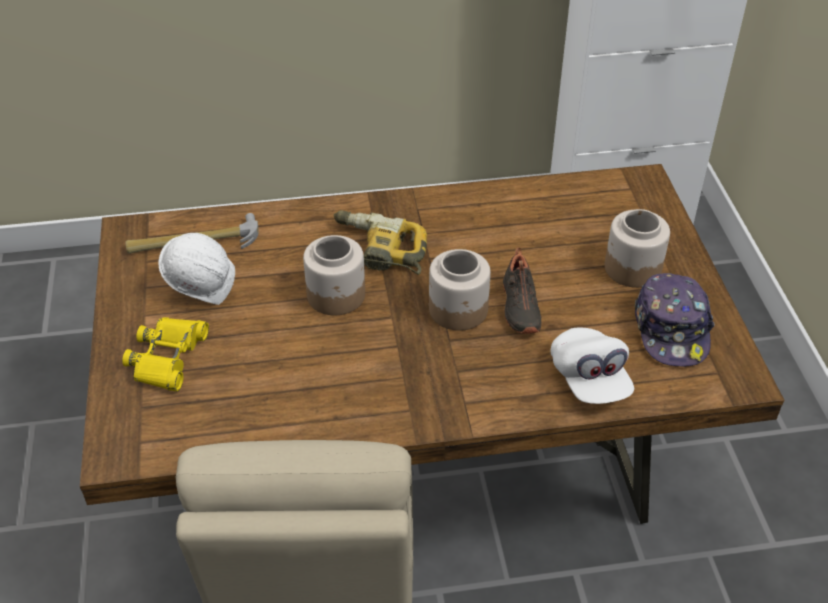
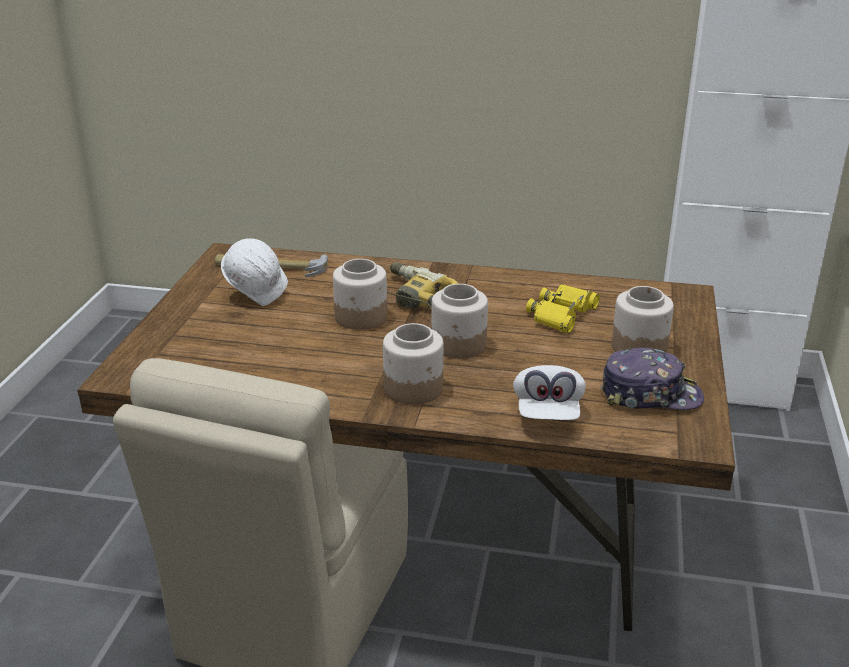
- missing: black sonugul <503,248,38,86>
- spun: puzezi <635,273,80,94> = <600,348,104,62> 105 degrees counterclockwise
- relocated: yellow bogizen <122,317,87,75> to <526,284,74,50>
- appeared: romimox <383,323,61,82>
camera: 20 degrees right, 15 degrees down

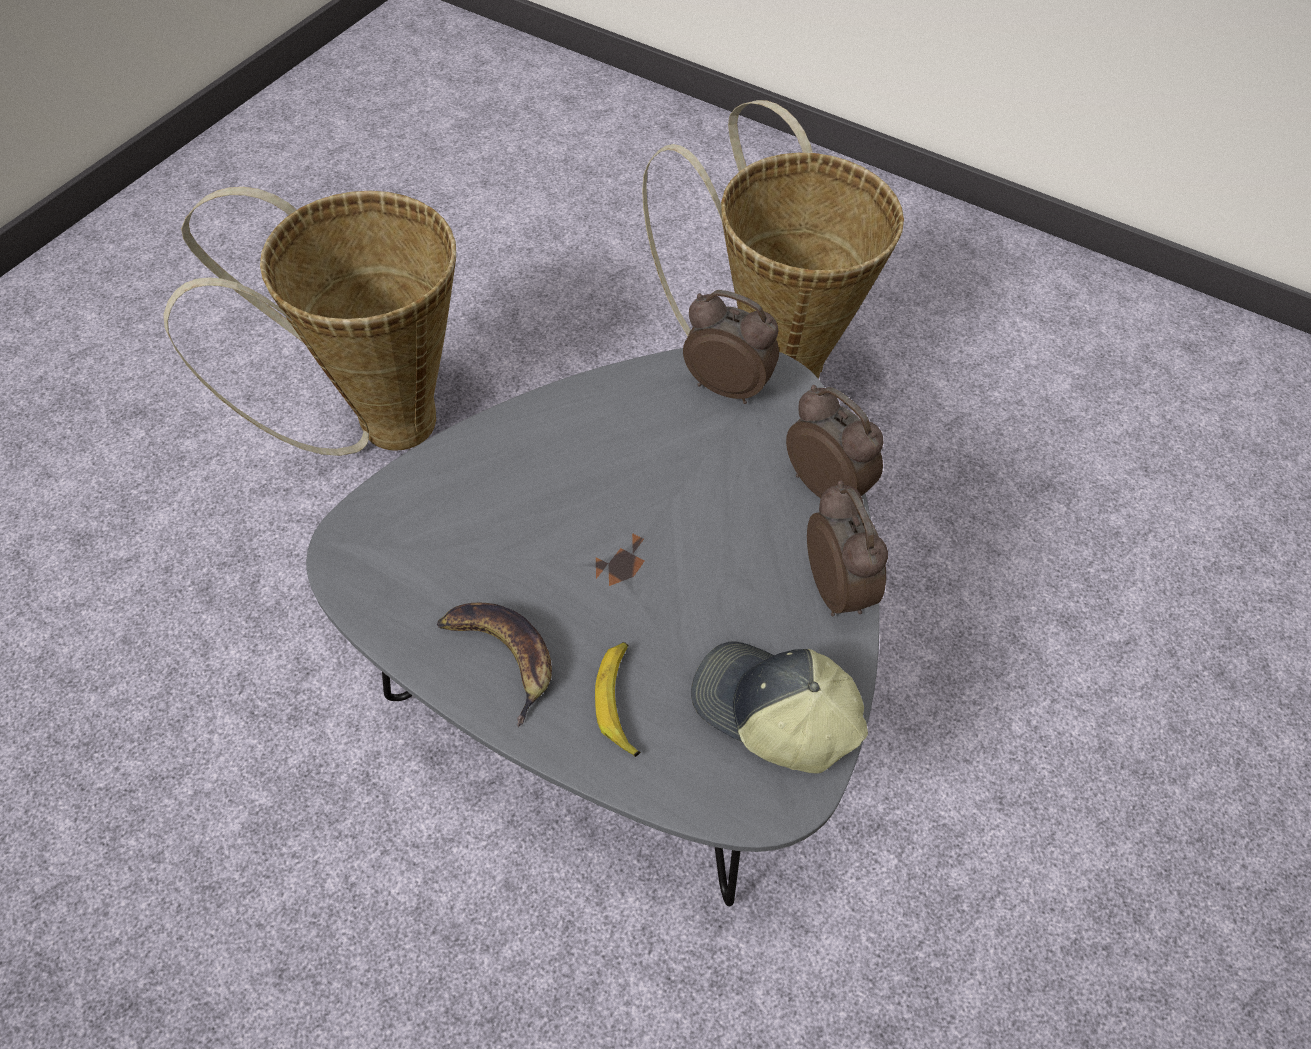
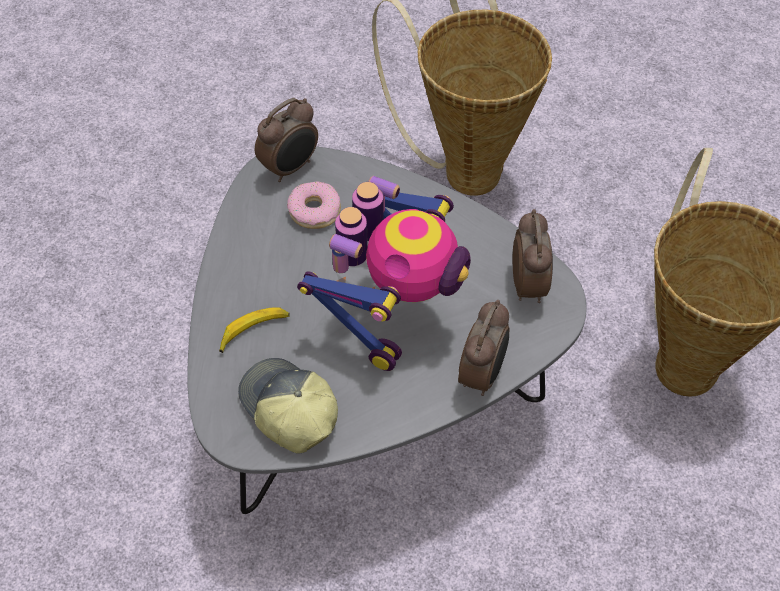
- relocated: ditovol <807,481,81,135> to <255,98,63,84>
- missing: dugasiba <437,603,115,124>
- spun: puzezi <691,642,177,131> = <238,358,100,96> 45 degrees counterclockwise
- appeared: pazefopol <297,176,174,195>
- appeared: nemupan <287,182,54,47>
camera: 65 degrees right, 0 degrees up

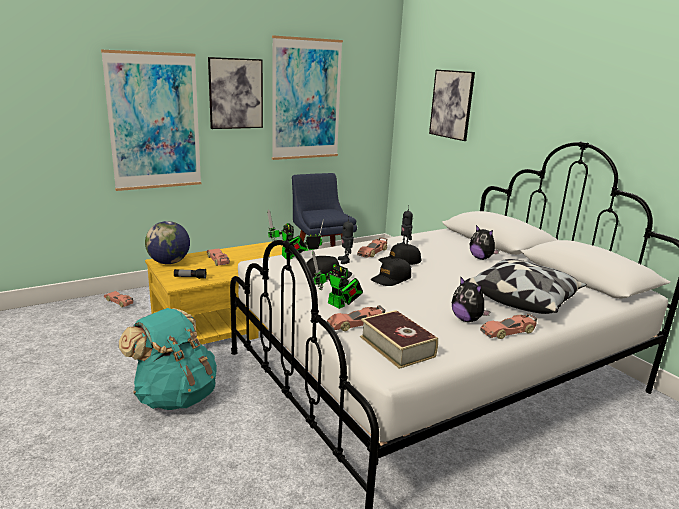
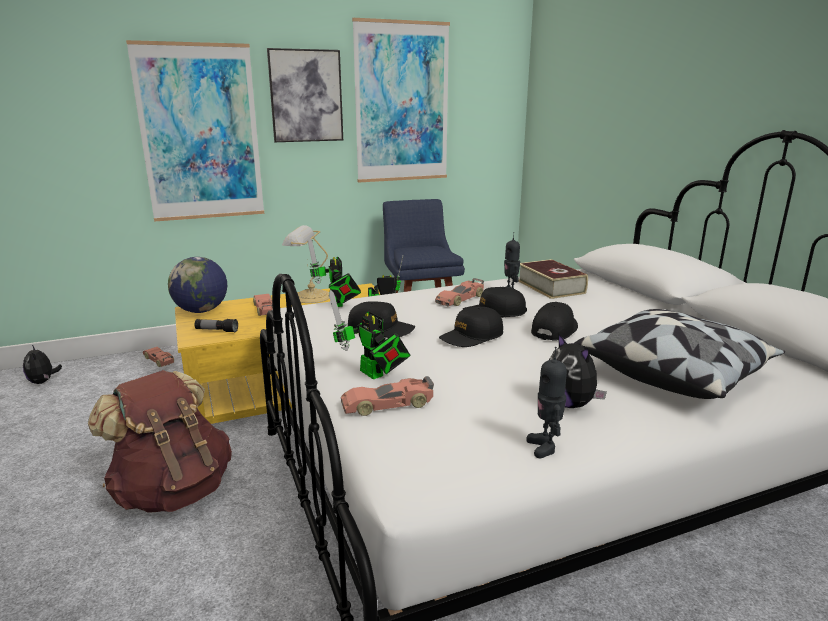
- missing: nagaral <429,70,46,71>
- relocated: pazefopol <338,217,16,47> to <526,347,41,111>
- relocated: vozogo <470,225,30,35> to <23,345,39,39>
- colour: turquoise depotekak <119,308,98,102> to brown depotekak <88,370,144,143>
- relocated: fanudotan <360,310,78,59> to <518,259,70,40>
- missing: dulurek <480,313,58,26>
- appeared: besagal <282,225,48,78>
- appeared: black puzezi <531,302,47,39>
camera: 10 degrees right, 0 degrees up

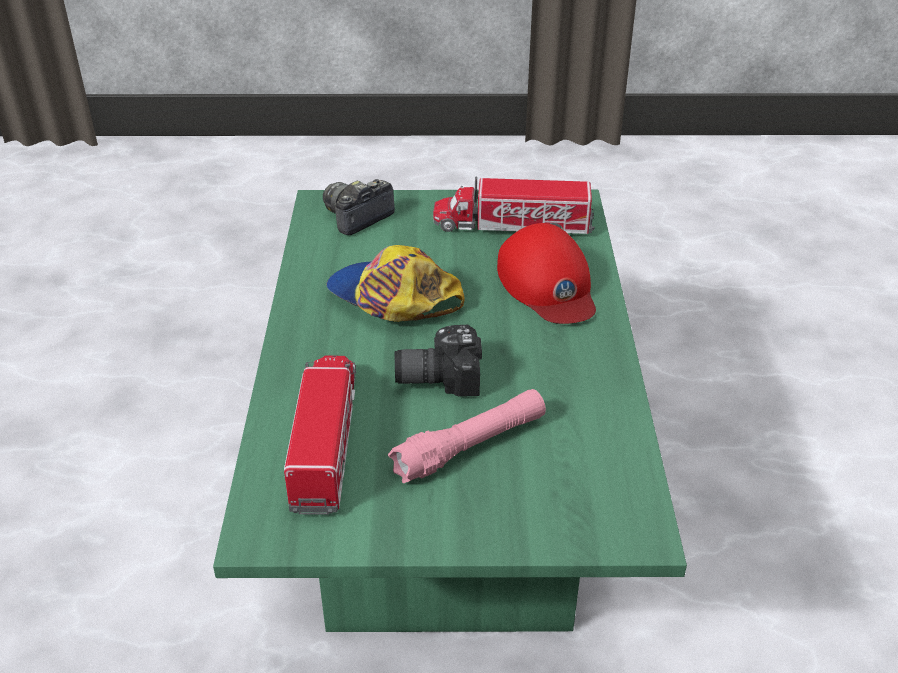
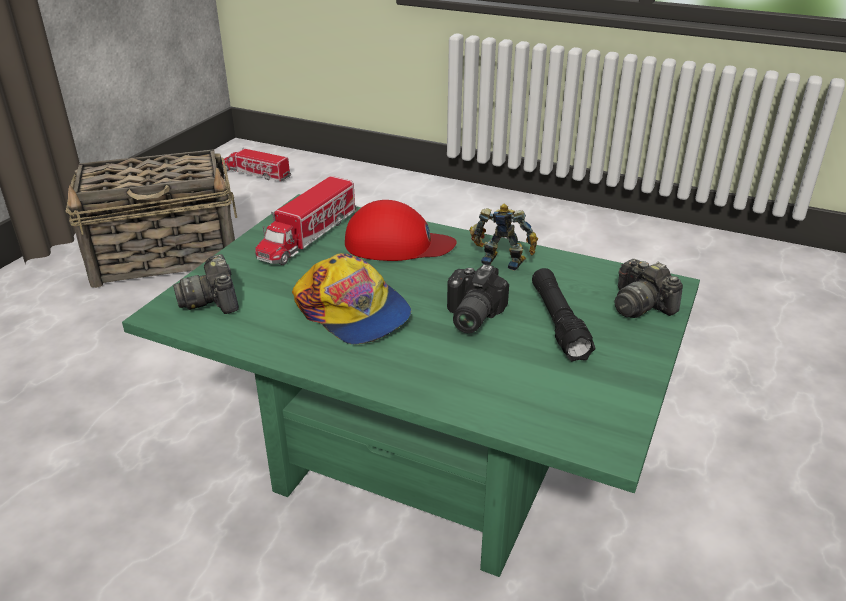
- spun: puzezi <326,245,139,77> = <292,253,119,91> 105 degrees counterclockwise
- relocated: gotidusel <284,356,72,159> to <222,148,69,33>
- colour: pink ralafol <388,389,158,94> to black ralafol <532,268,63,94>
- appeared: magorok <65,149,172,139>
- appeared: pazefopol <469,203,69,68>
- appeared: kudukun <615,259,68,59>
camera: 65 degrees left, 5 degrees down

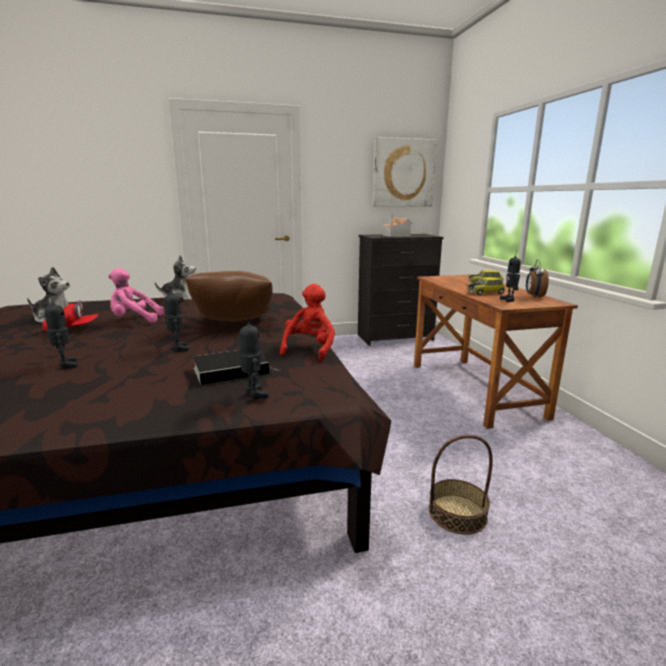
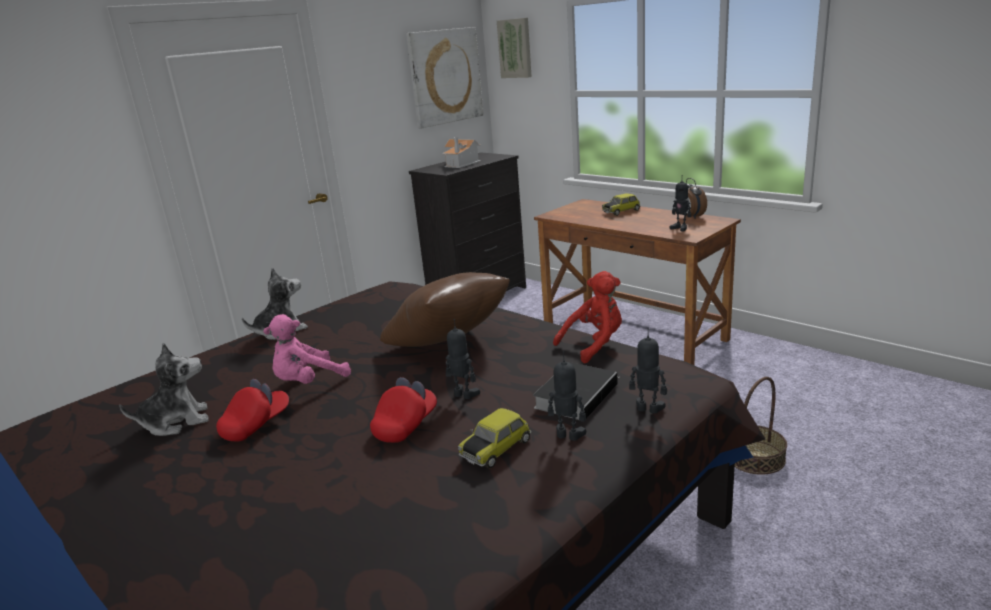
- relocated: dulurek <467,277,39,19> to <458,408,73,60>
- spun: red vozogo <280,284,55,77> = <553,271,69,93> 75 degrees clockwise
- relocated: pazefopol <44,295,34,74> to <548,351,38,90>
- appeared: nagaral <497,18,35,60>
- appeared: red puzezi <370,377,67,66>
camera: 30 degrees left, 5 degrees up

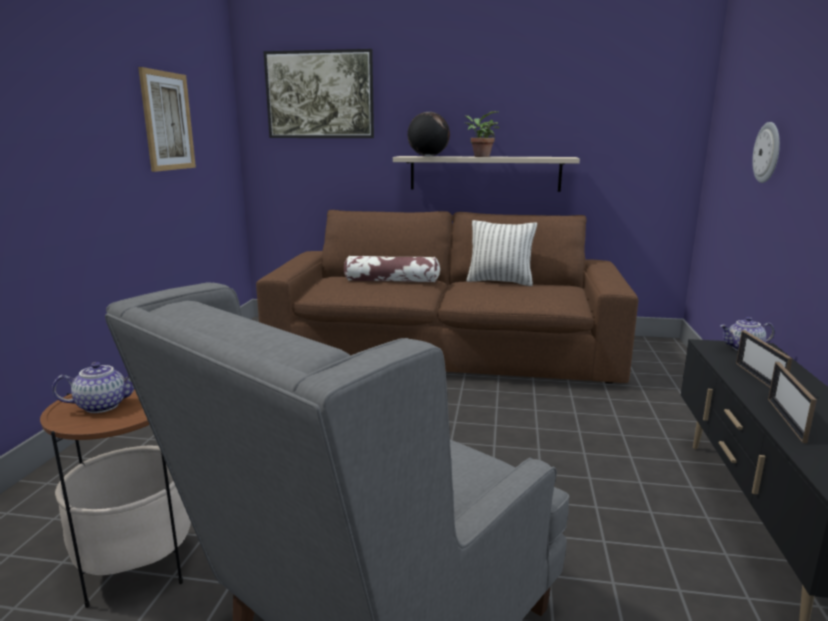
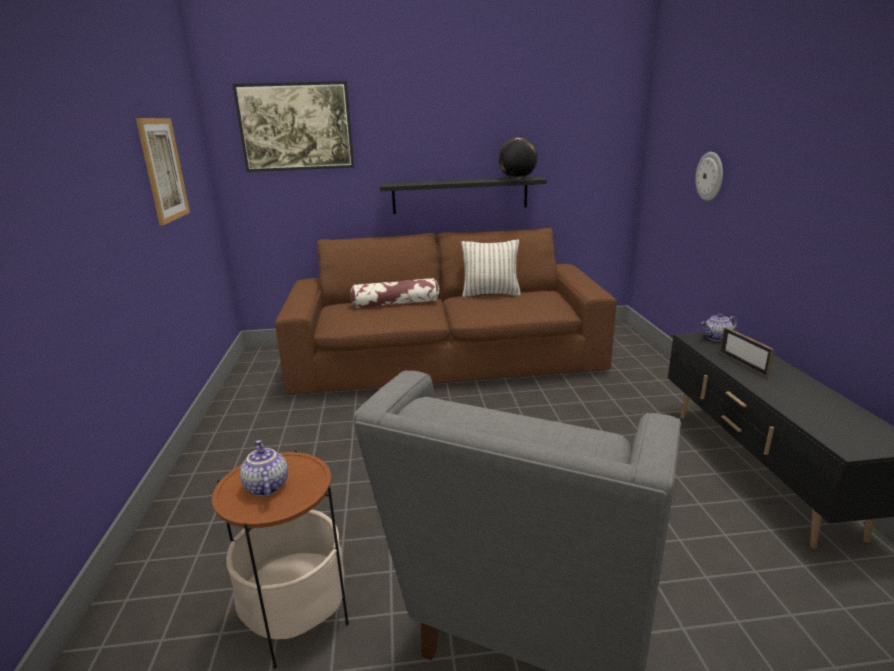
- missing: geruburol <465,111,35,46>
- relocated: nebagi <408,112,42,45> to <498,138,40,41>
- colour: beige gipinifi <393,156,187,36> to black gipinifi <380,176,167,38>
- spun: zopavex <52,362,82,51> = <240,440,48,57> 75 degrees counterclockwise
- missing: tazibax <768,362,49,81>
camera: 15 degrees left, 5 degrees up

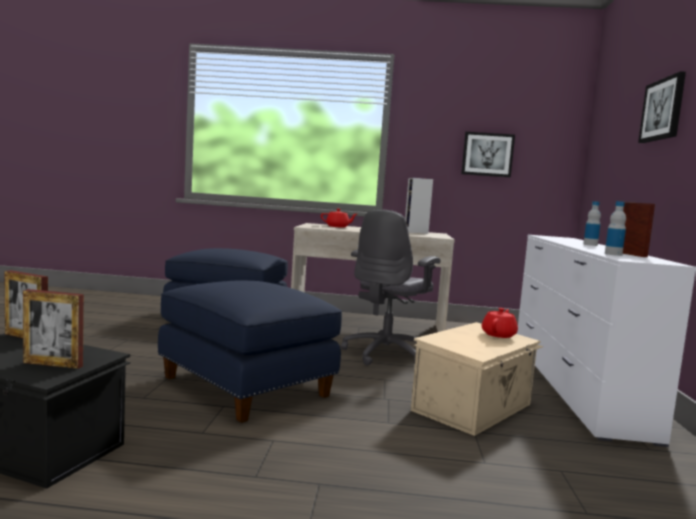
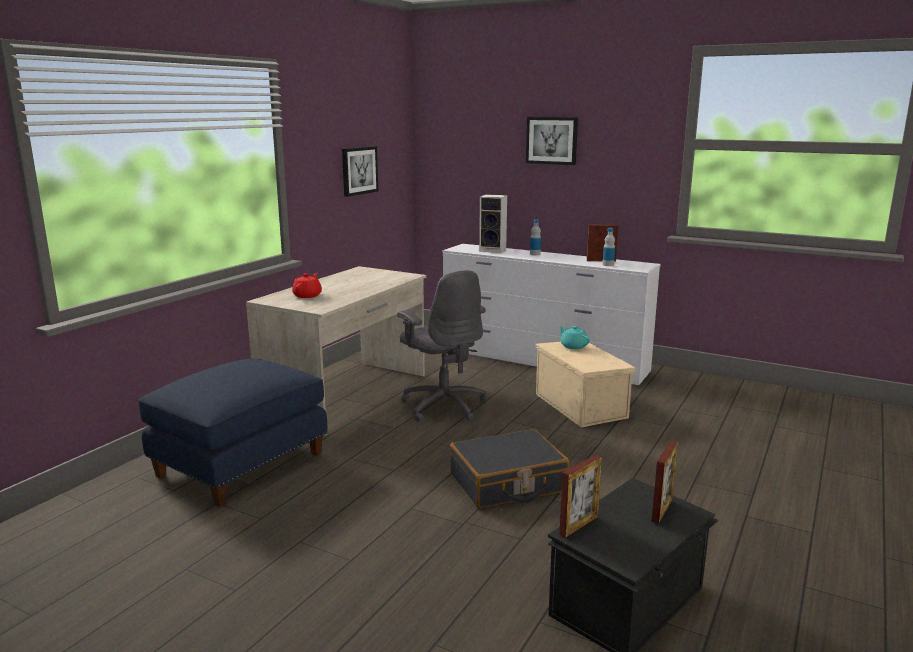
- relocated: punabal <405,178,28,56> to <479,194,28,59>
- exchanged: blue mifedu <158,280,184,143> to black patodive <449,429,120,79>
- colour: red zopavex <482,308,36,30> to turquoise zopavex <558,325,32,24>
camera: 65 degrees left, 10 degrees up

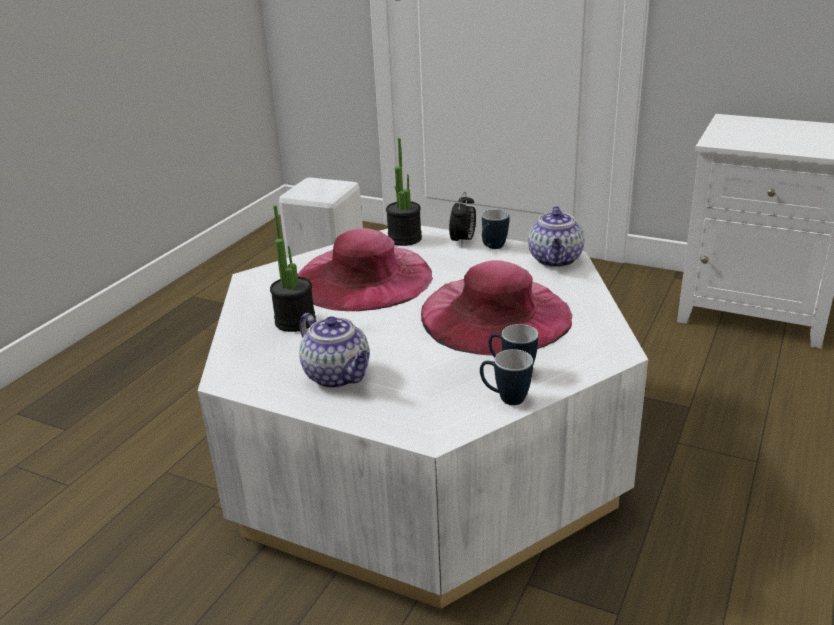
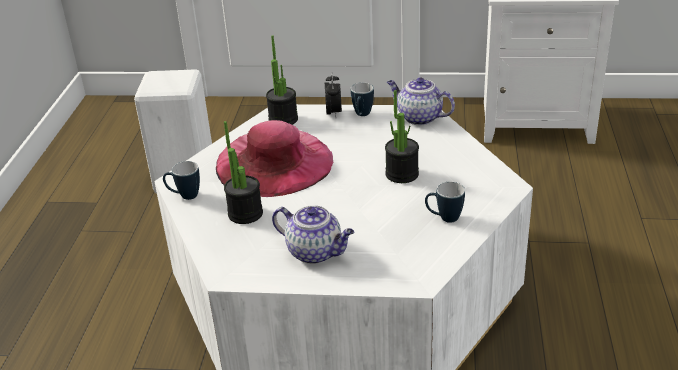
- spun: zopavex <528,206,57,61> = <387,77,68,48> 135 degrees clockwise
- exchanged: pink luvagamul <421,260,151,96> to geruburol <385,90,34,93>
- relocated: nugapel <480,349,53,56> to <163,161,37,39>
camera: 20 degrees left, 5 degrees up

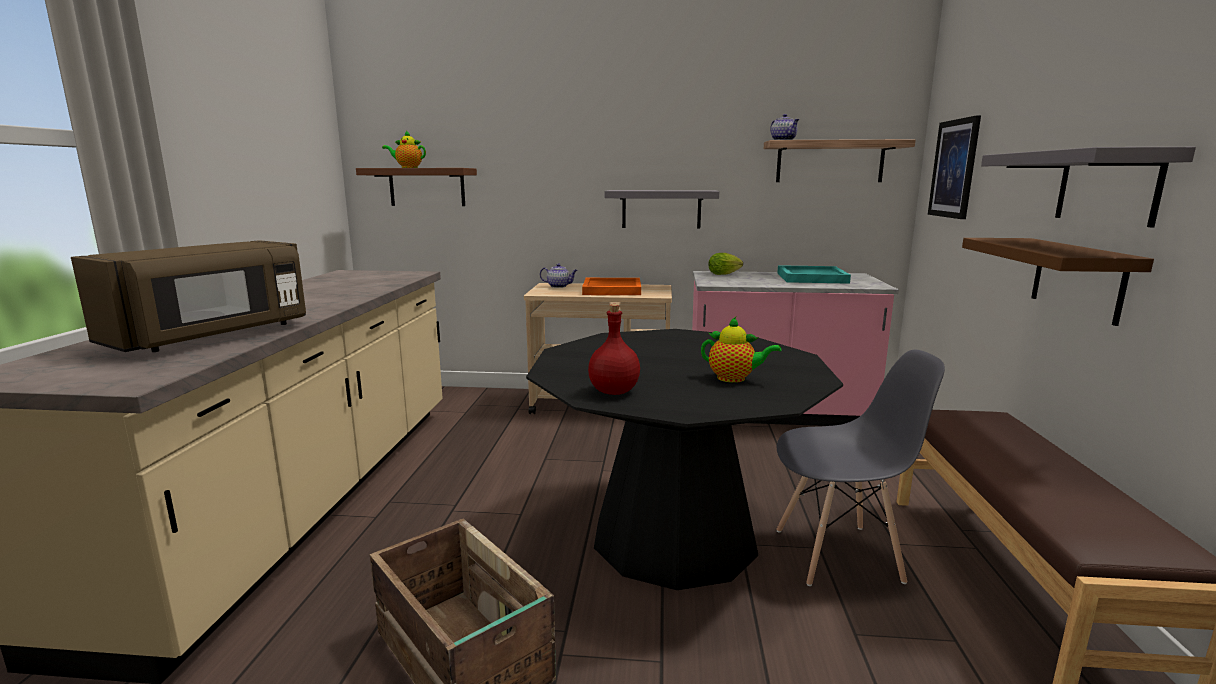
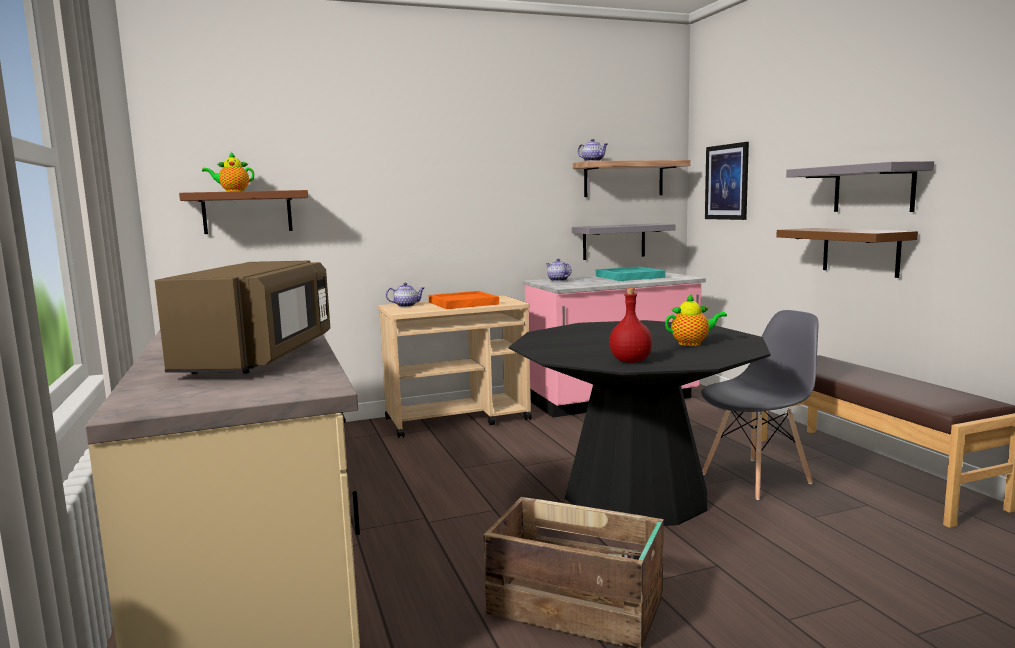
- relocated: grey gipinifi <605,190,114,39> to <572,224,103,36>
- exchanged: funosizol <708,253,35,22> to zopavex <546,259,26,22>
camera: 25 degrees left, 5 degrees down

